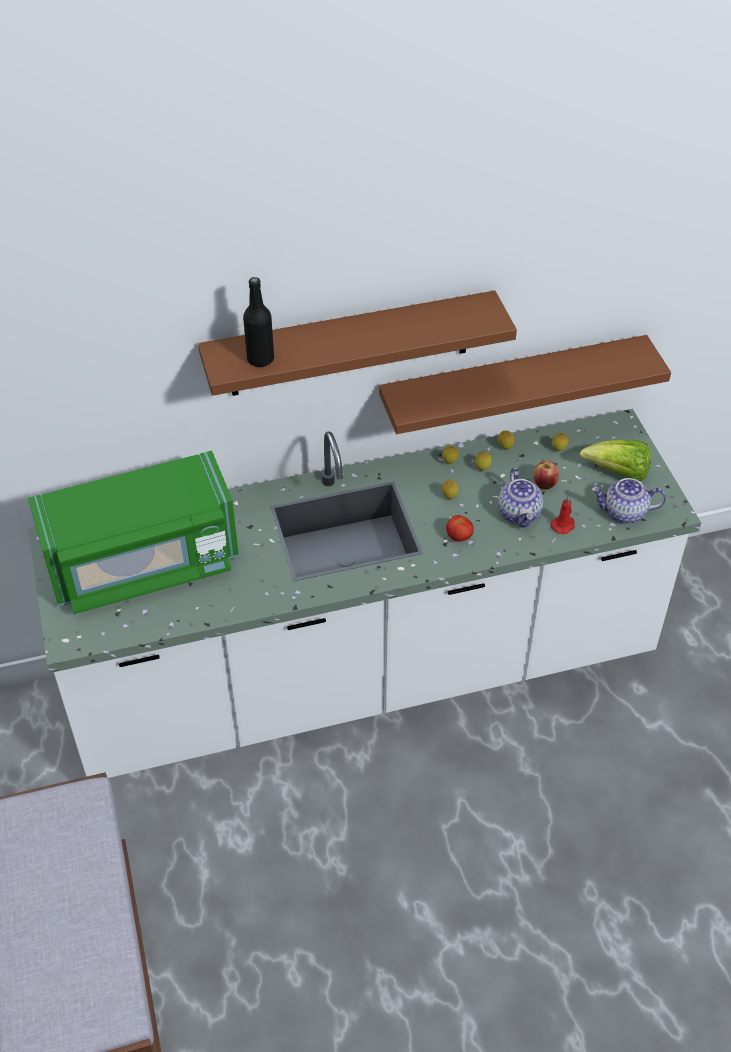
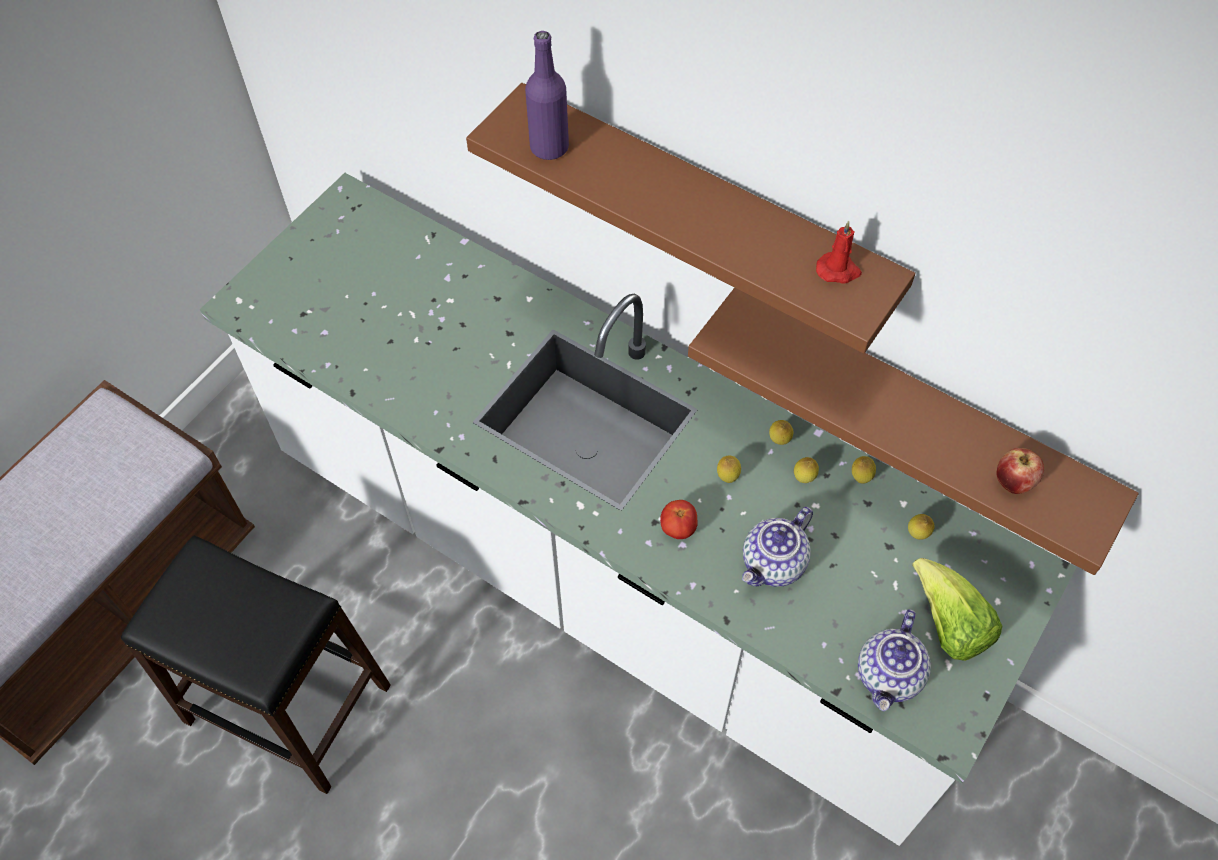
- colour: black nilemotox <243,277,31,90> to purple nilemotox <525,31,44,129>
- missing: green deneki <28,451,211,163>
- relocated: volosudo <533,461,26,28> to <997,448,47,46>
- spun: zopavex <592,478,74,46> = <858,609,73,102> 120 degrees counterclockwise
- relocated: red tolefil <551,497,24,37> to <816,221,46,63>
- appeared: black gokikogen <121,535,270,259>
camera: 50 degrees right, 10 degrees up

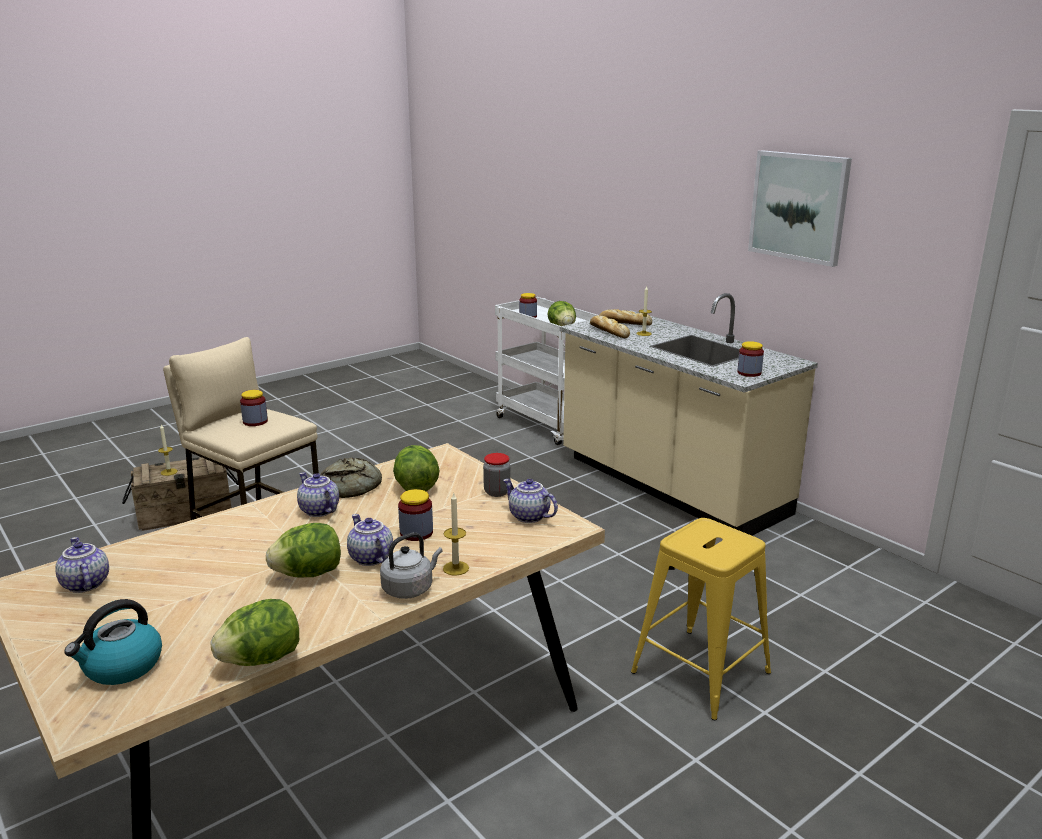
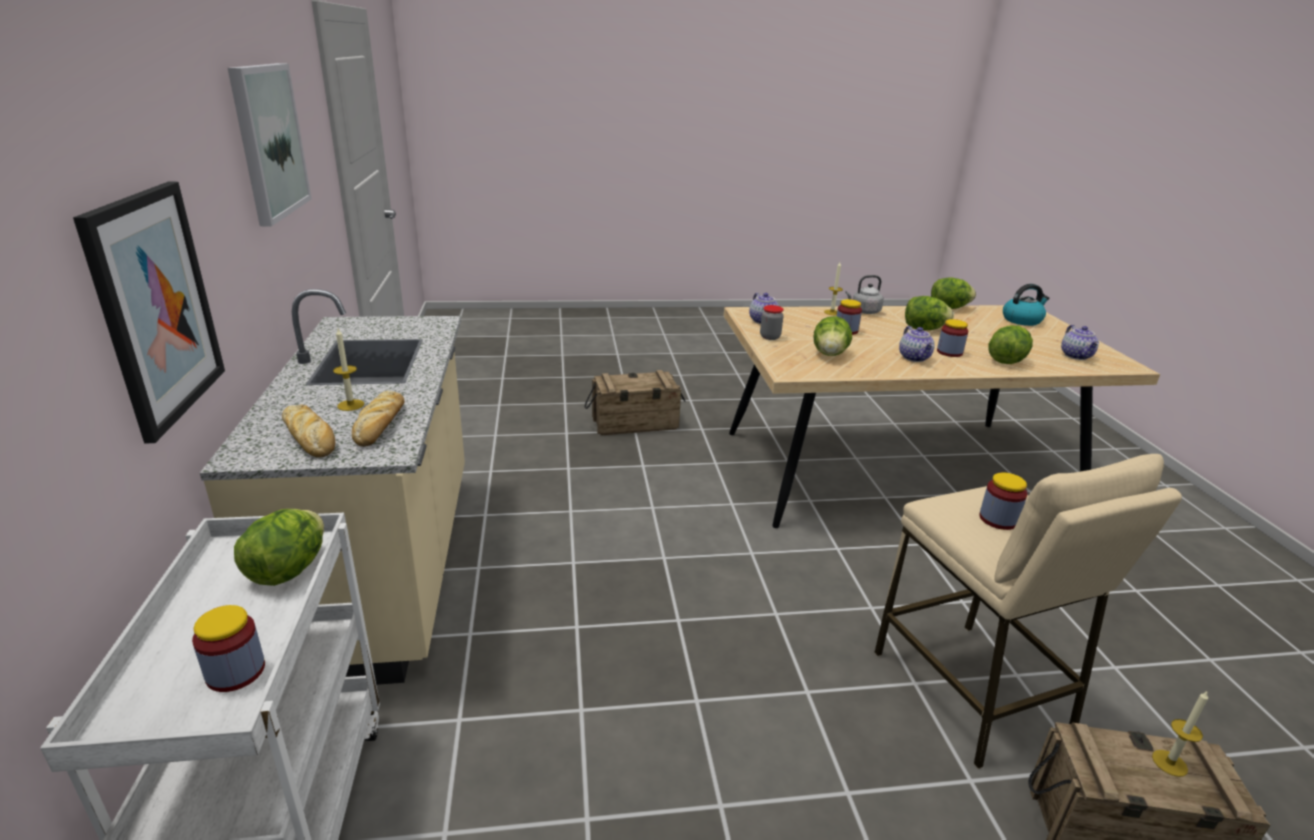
- relocated: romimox <737,341,27,36> to <937,319,31,38>
- missing: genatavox <320,458,62,40>
- missing: zopavex <347,514,46,52>
- exchanged: yellow gokikogen <631,518,140,202> to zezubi <584,370,101,65>
- appeared: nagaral <73,182,152,261>
- appeared: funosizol <988,325,45,39>
camera: 150 degrees left, 5 degrees up

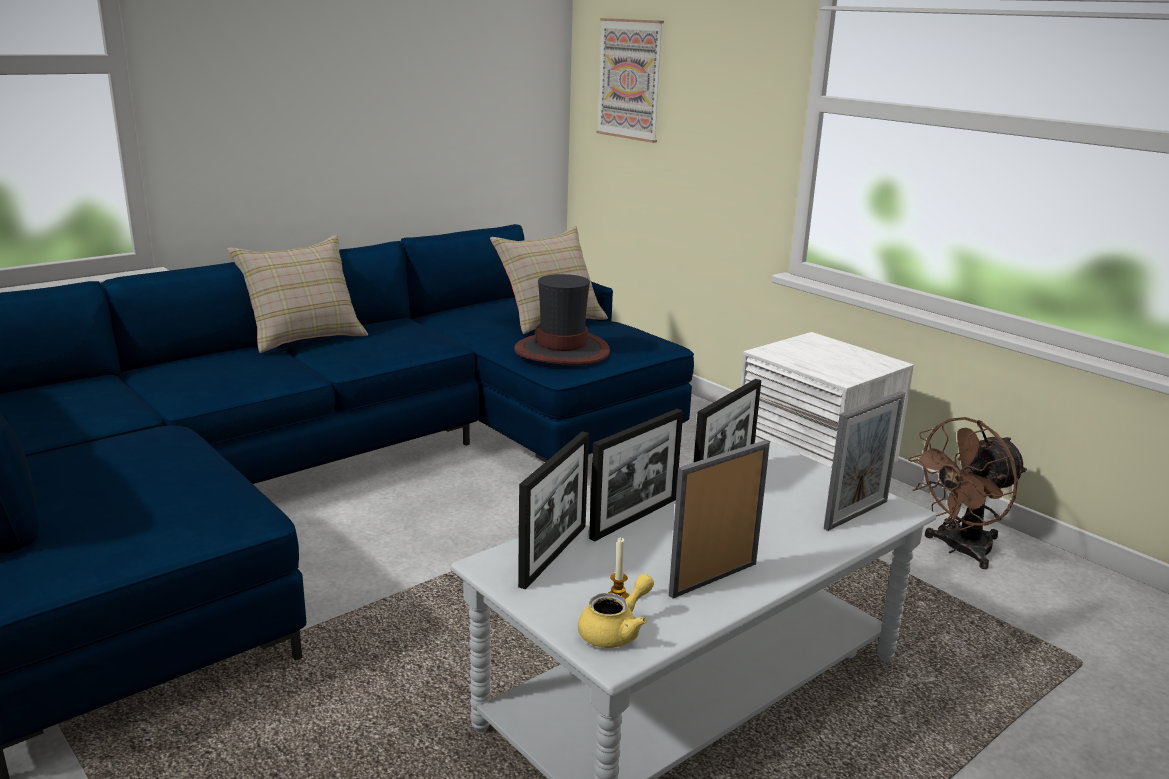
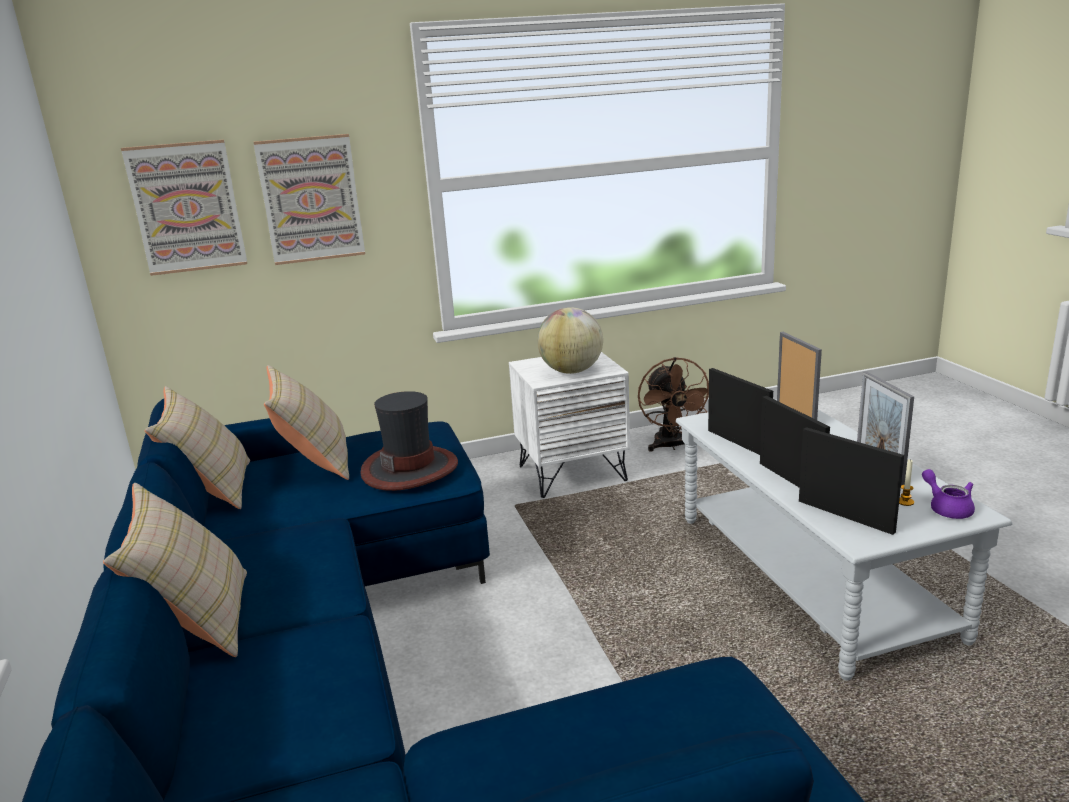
- colour: yellow zopavex <578,574,76,74> to purple zopavex <922,469,53,50>
- appeared: nagaral <253,134,112,131>
- appeared: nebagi <537,307,66,67>
- appeared: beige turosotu <145,386,105,123>
camera: 65 degrees left, 0 degrees up

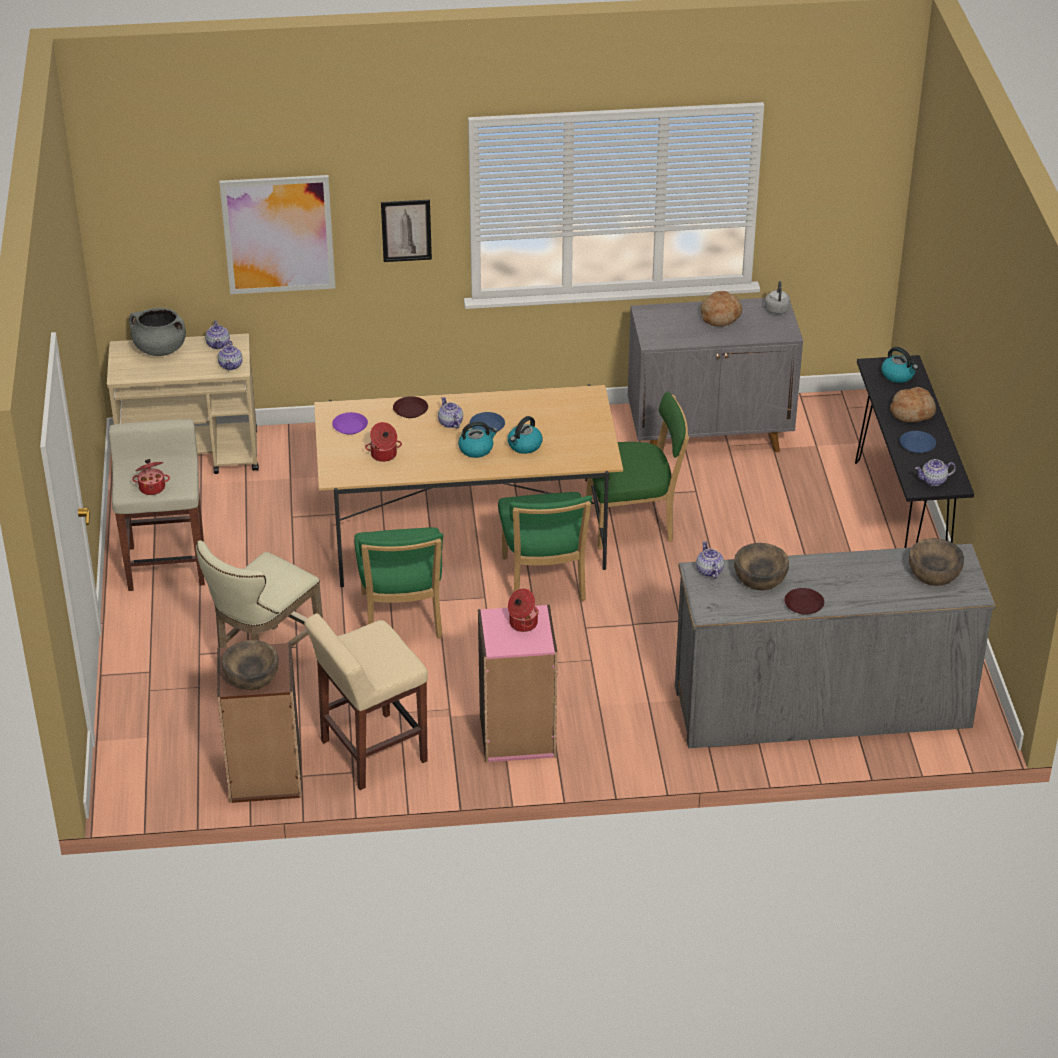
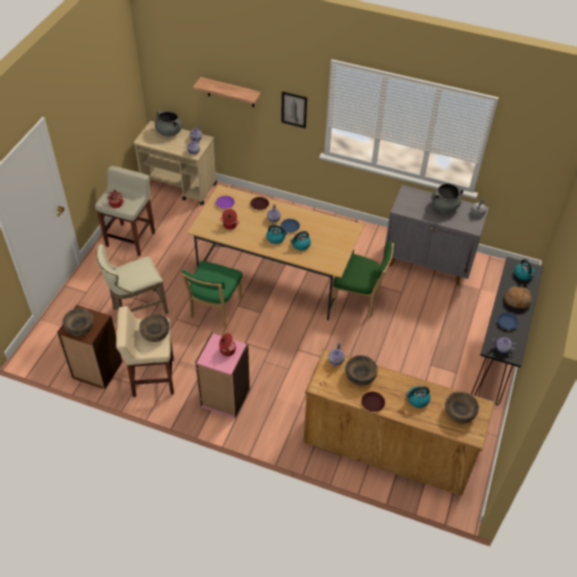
- exchanged: nagaral <220,175,115,119> to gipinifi <193,77,68,30>
- exchanged: genatavox <700,291,42,35> to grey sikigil <432,183,31,29>
- missing: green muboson <498,492,94,109>
- colour: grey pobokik <675,544,321,204> to brown pobokik <303,349,191,147>
- appeared: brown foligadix <139,314,31,28>
- appeared: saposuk <405,386,26,22>
camera: 25 degrees right, 10 degrees up

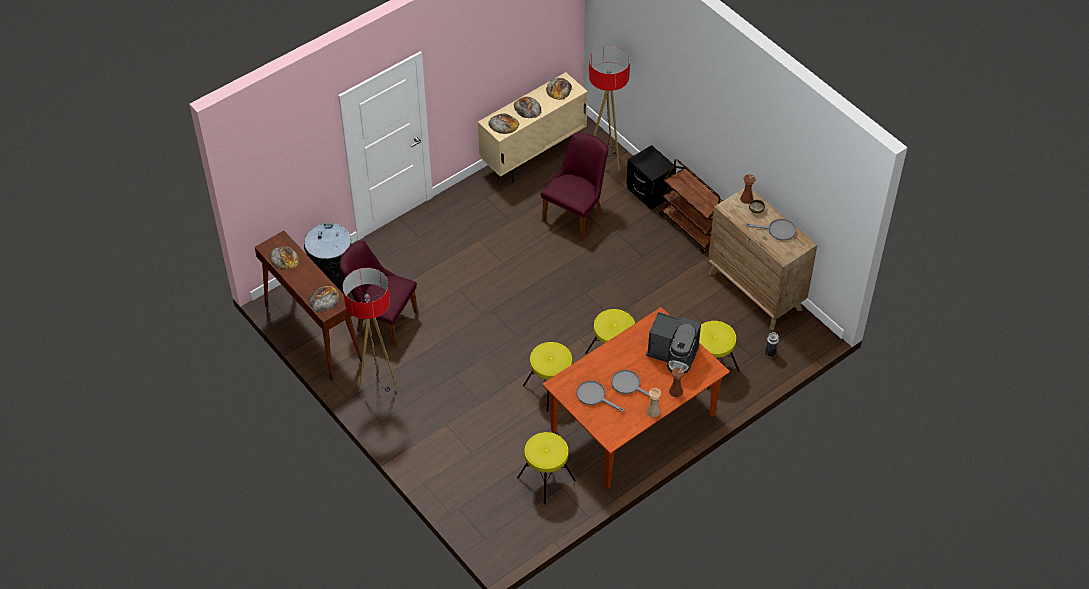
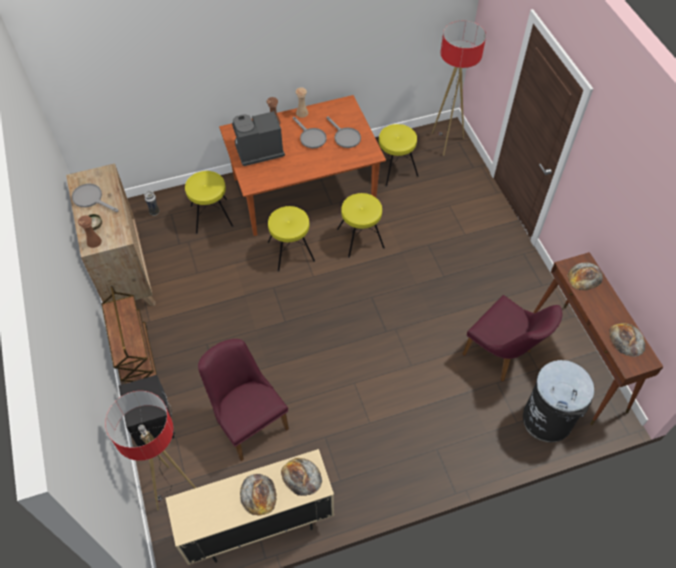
- missing: genatavox <546,78,26,22>
- spun: purple muboson <540,133,68,108> = <198,339,91,122> 90 degrees clockwise
- relocated: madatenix <343,268,54,124> to <432,21,54,135>
- spun: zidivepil <646,312,55,62> = <232,111,53,55> 60 degrees counterclockwise
camera: 160 degrees left, 5 degrees up

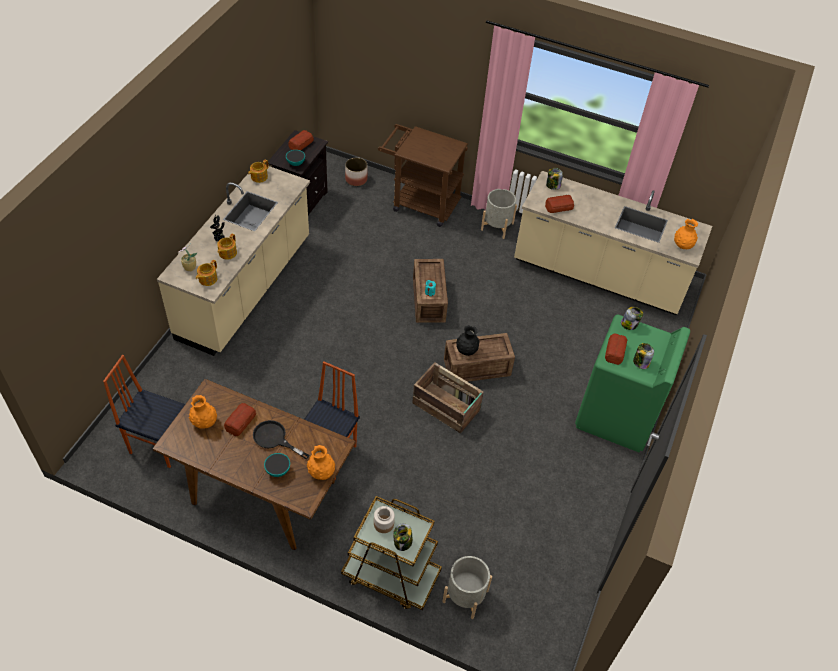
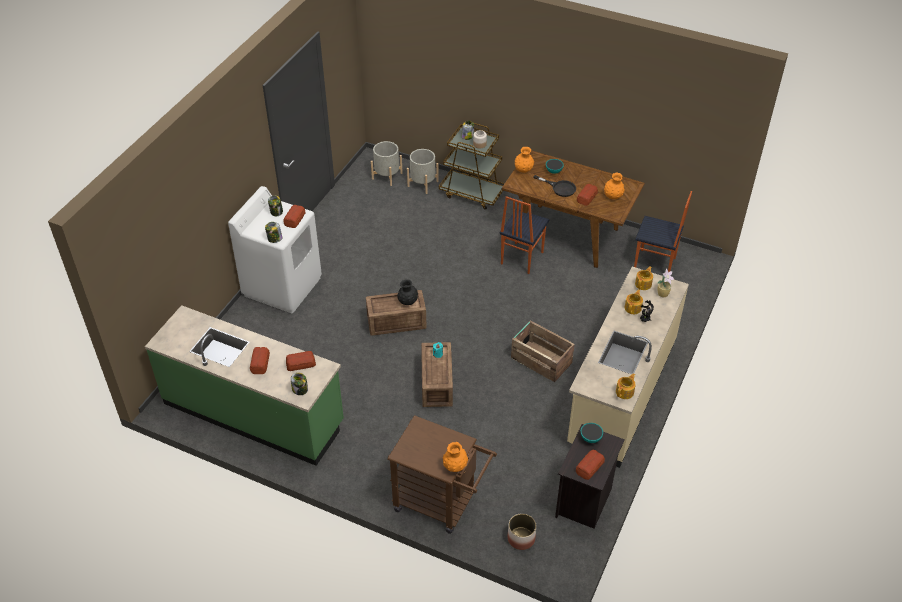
- colour: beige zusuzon <514,171,198,144> to green zusuzon <145,305,199,161>
- relocated: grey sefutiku <481,189,36,50> to <371,141,32,45>
- relocated: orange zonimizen <674,219,24,30> to <443,442,25,30>
- colour: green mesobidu <575,314,115,139> to white mesobidu <228,186,94,127>
- relocated: zezubi <412,362,72,72> to <511,320,64,62>
- appeared: genatavox <250,347,20,27>
camera: 175 degrees left, 5 degrees down

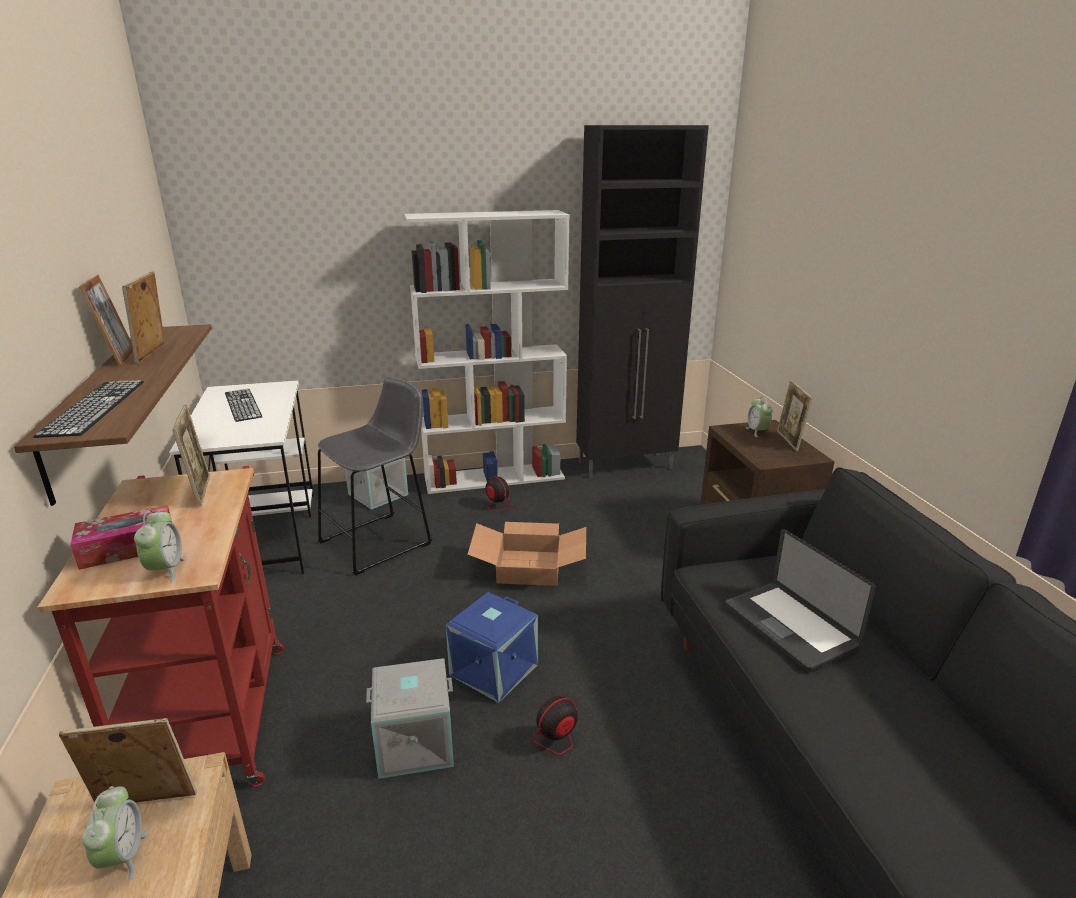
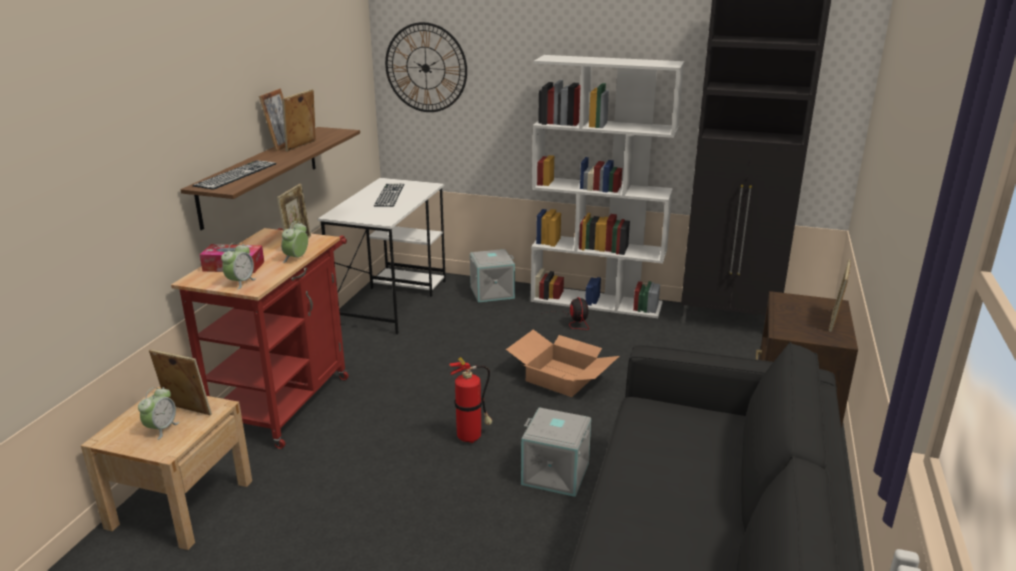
- missing: grey gokikogen <317,377,115,199>
- relocated: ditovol <746,396,27,41> to <281,221,27,42>
- missing: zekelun <725,529,151,142>
- exchanged: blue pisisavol <446,592,92,111> to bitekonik <449,357,43,86>
- relocated: grey pisisavol <366,659,88,120> to <521,407,70,90>
- missing: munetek <516,696,87,136>
- appeared: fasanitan <385,22,82,90>
camera: 30 degrees right, 0 degrees up

